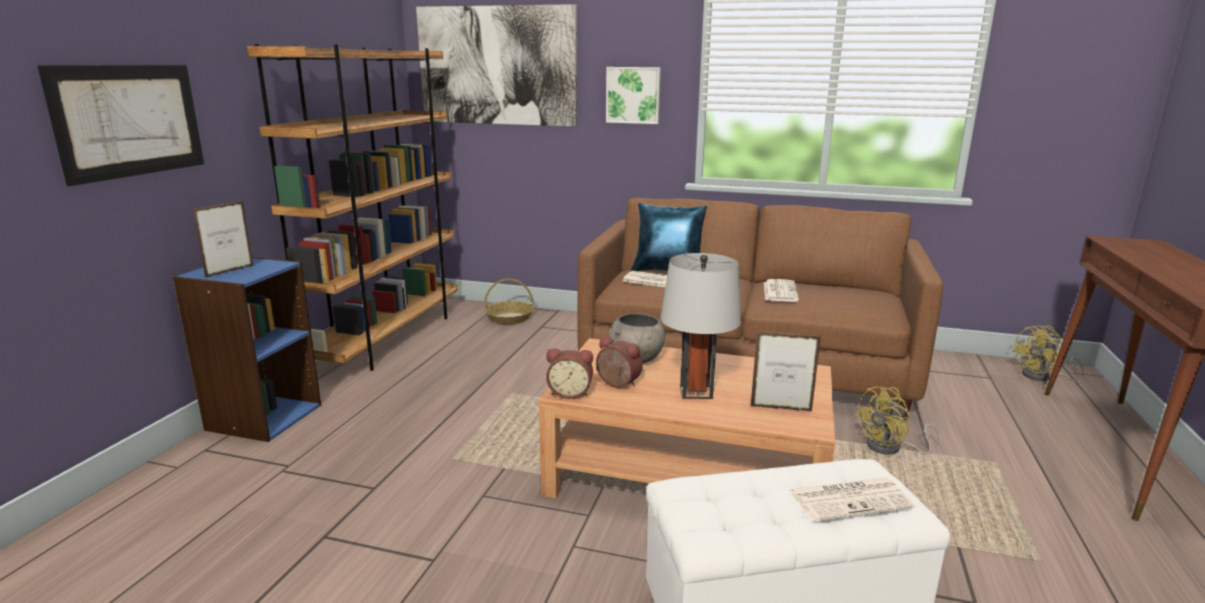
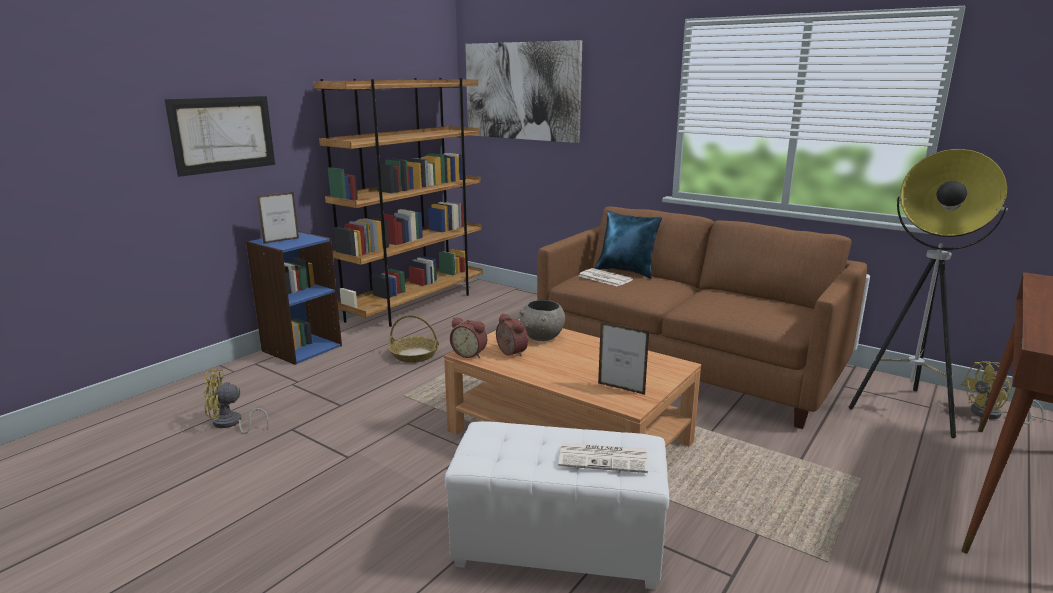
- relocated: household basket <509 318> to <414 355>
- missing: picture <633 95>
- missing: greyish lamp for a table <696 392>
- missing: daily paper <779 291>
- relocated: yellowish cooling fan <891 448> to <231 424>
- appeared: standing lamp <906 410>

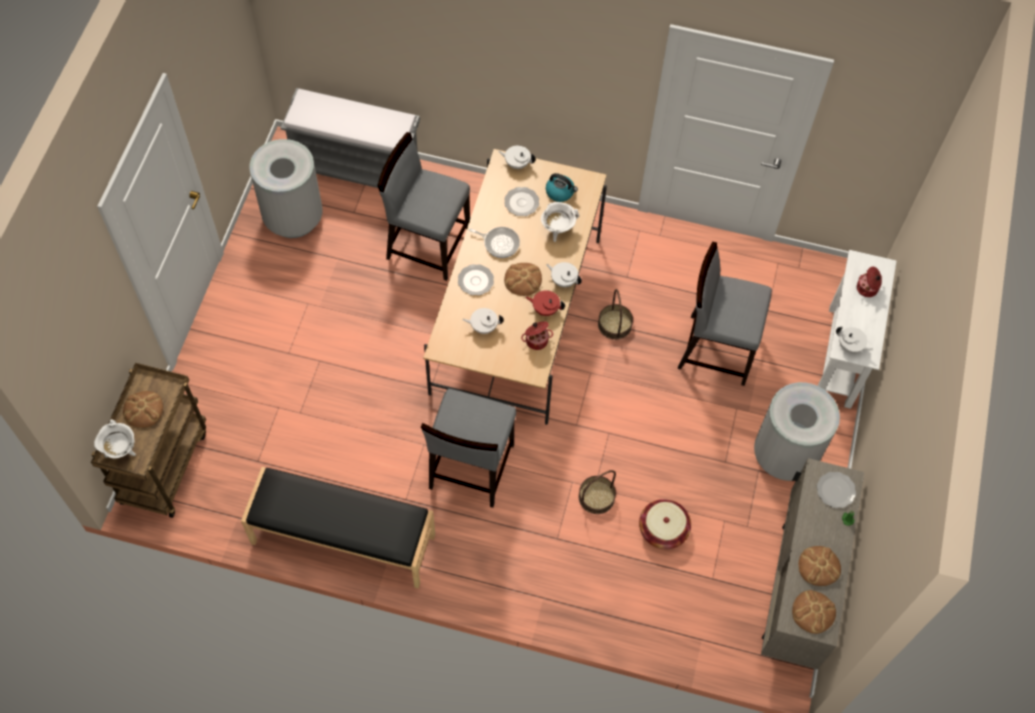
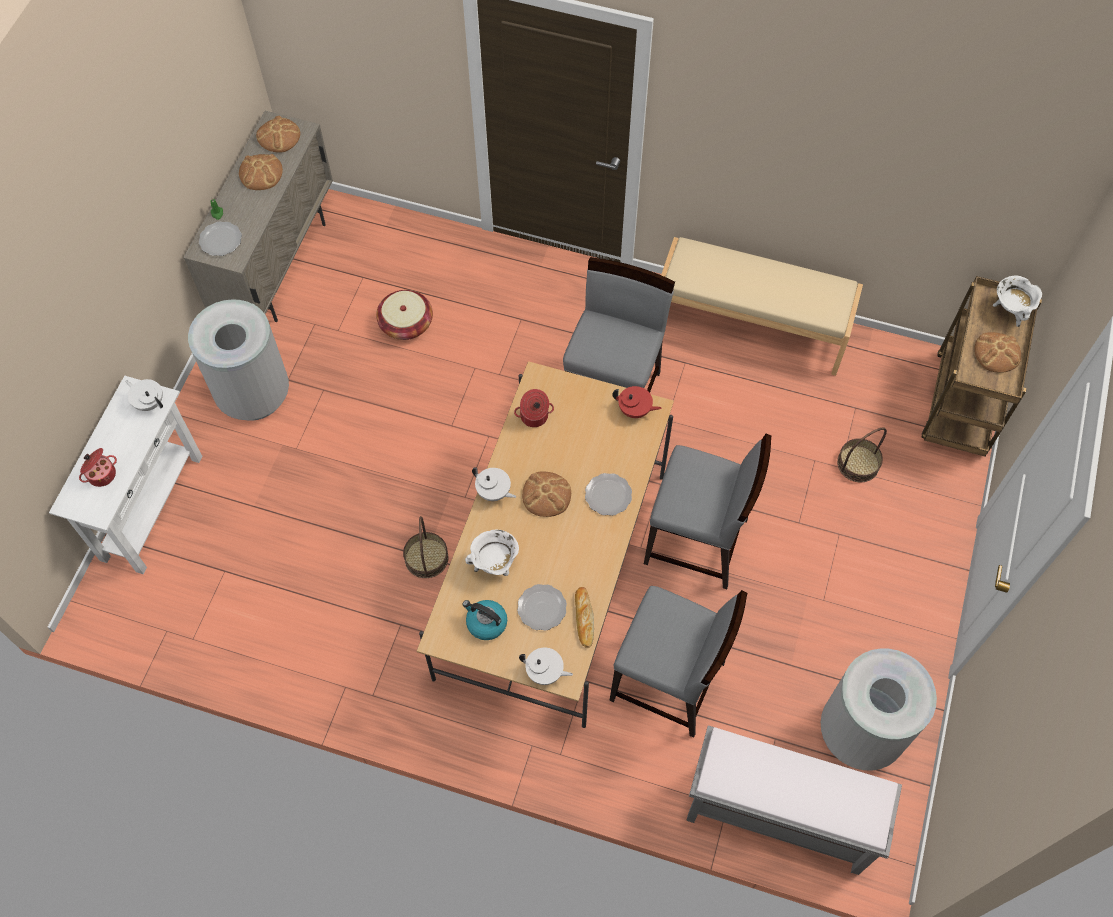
- colour: black-coloured bench <343 540> to beige bench <750 325>
- missing: white-coloured teapot <483 326>
- missing: pan <499 243>
- relocated: reddish teapot <545 309> to <635 410>
- relocated: household basket <596 497> to <858 464>
- relocated: greyish plain chair <716 349> to <697 542>
- appeared: baked bread <583 618>

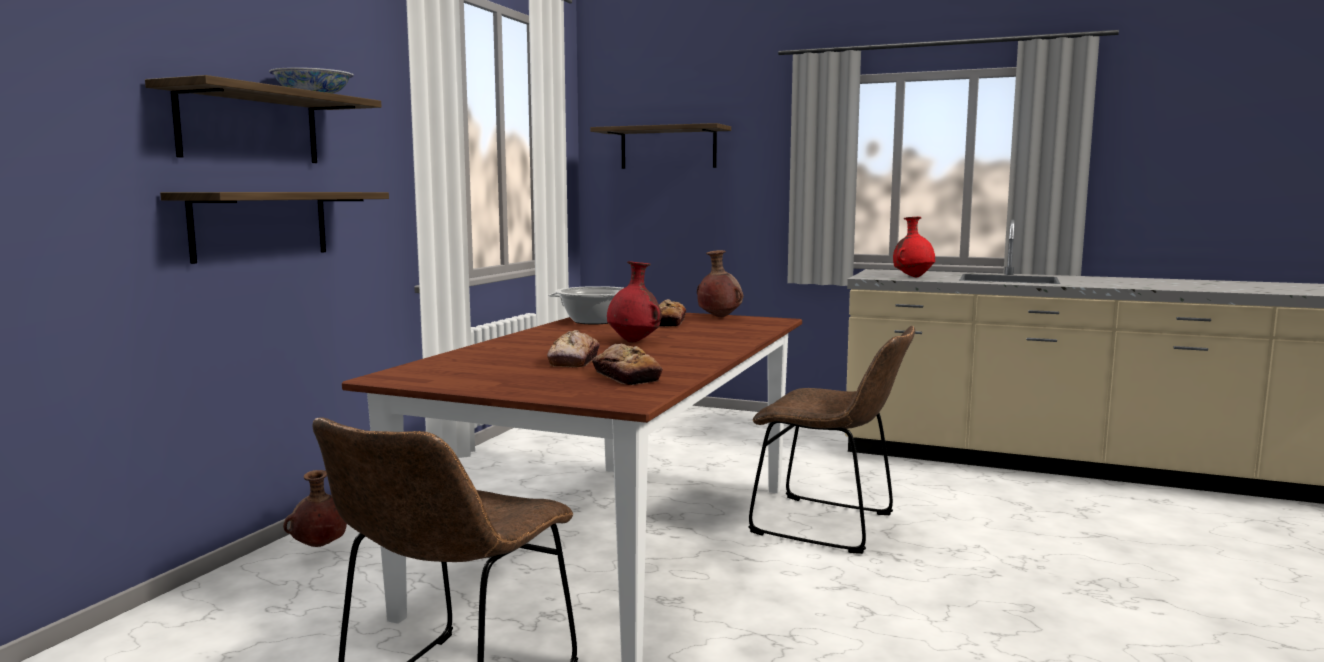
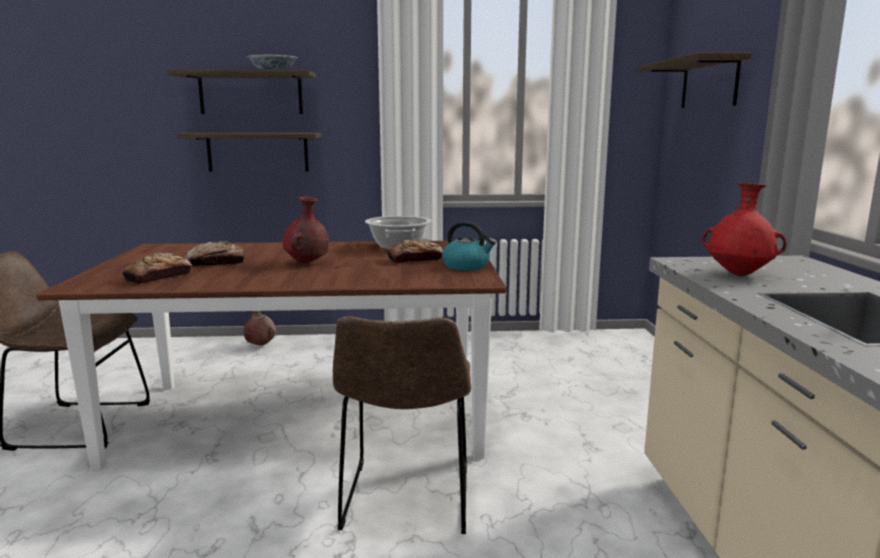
- exchanged: brown-coloured flower vase <718 317> to kettle <466 266>

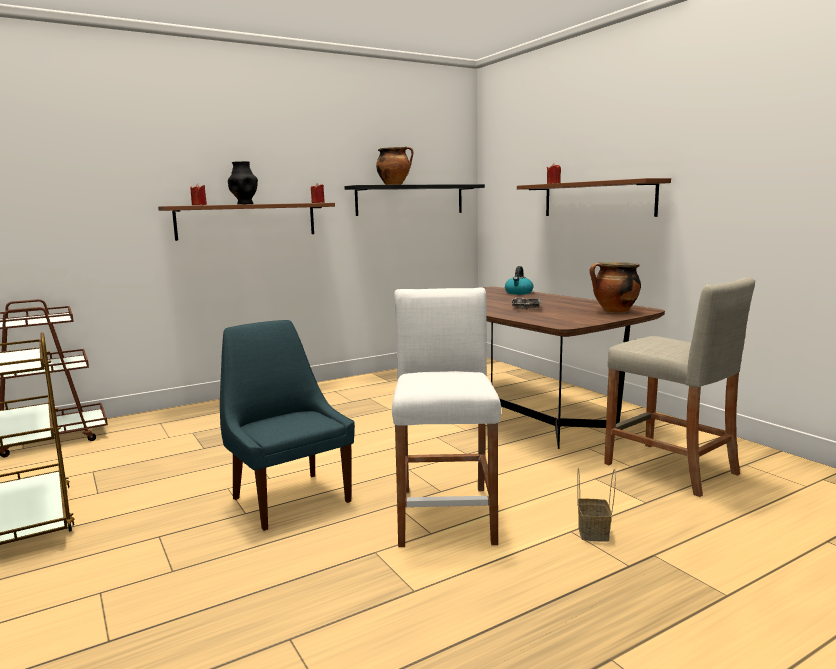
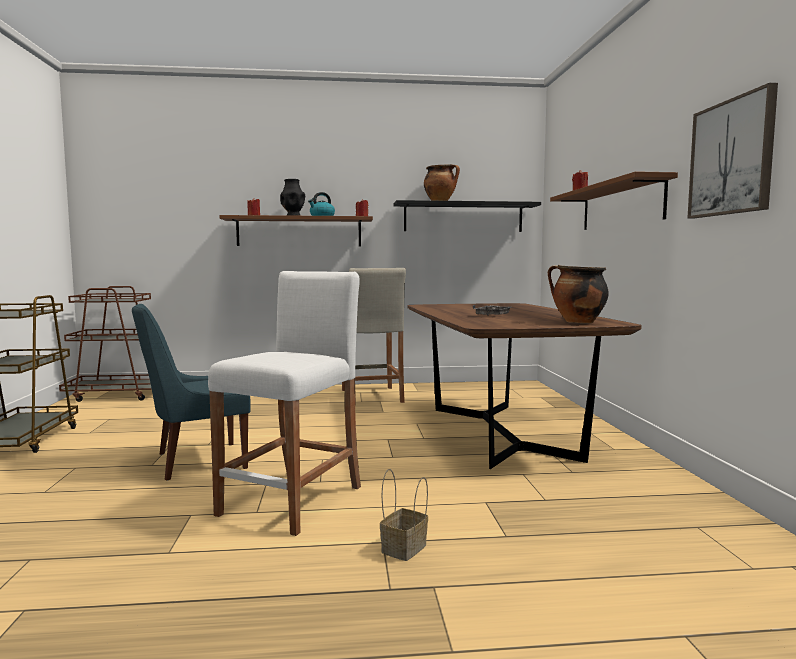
- spun: blue-coloured plain chair <289 498> = <197 461> 105 degrees counterclockwise
- relocated: kettle <519 293> to <322 216>
- relocated: beige stool <670 468> to <372 396>
- appeared: picture <731 157>

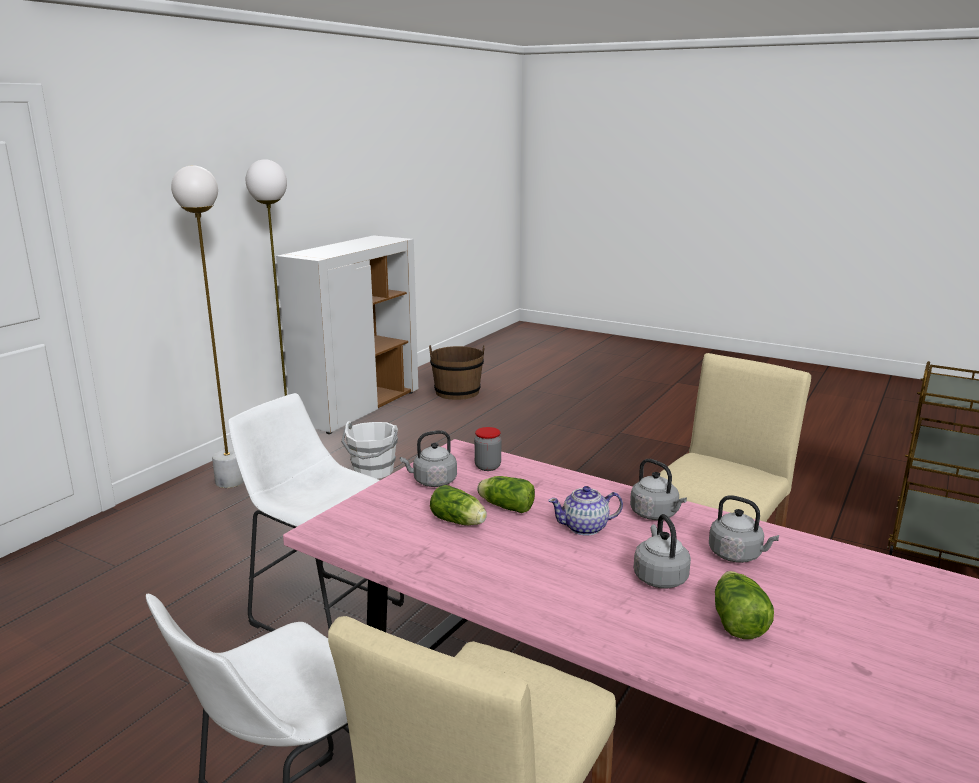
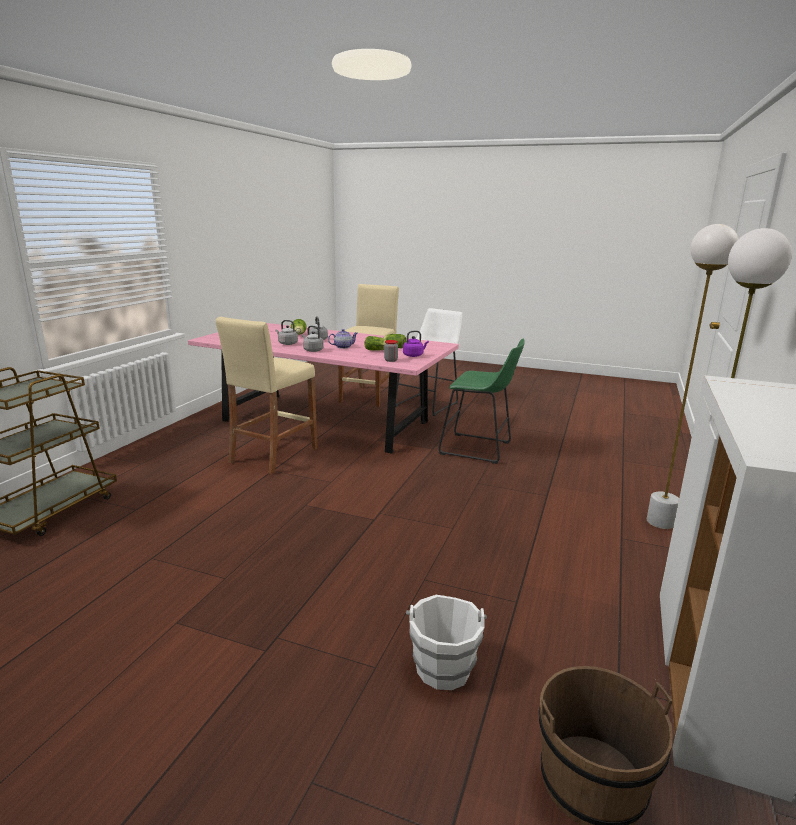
- colour: white-coloured stool <322 611> to green-coloured stool <479 449>
- relocated: white-coloured pail <373 471> to <443 667>
- colour: greyish kettle <432 482> to purplish kettle <414 355>

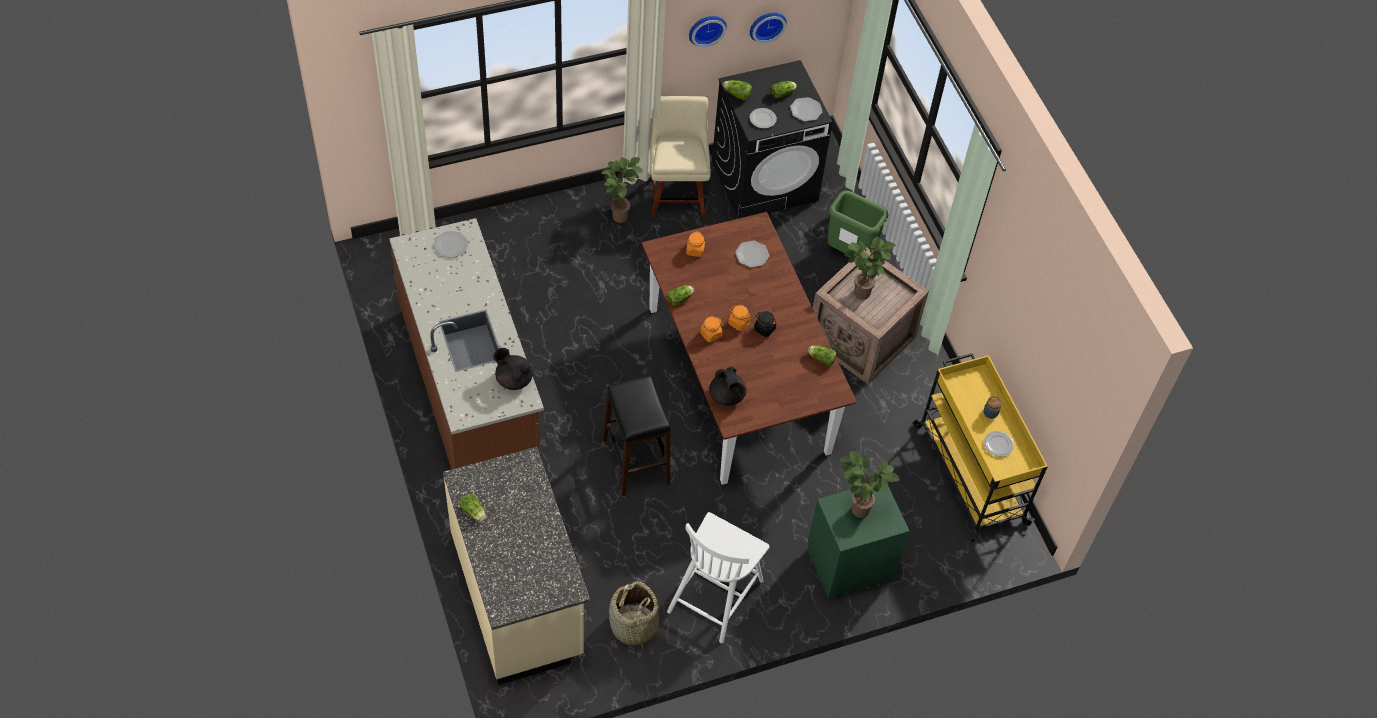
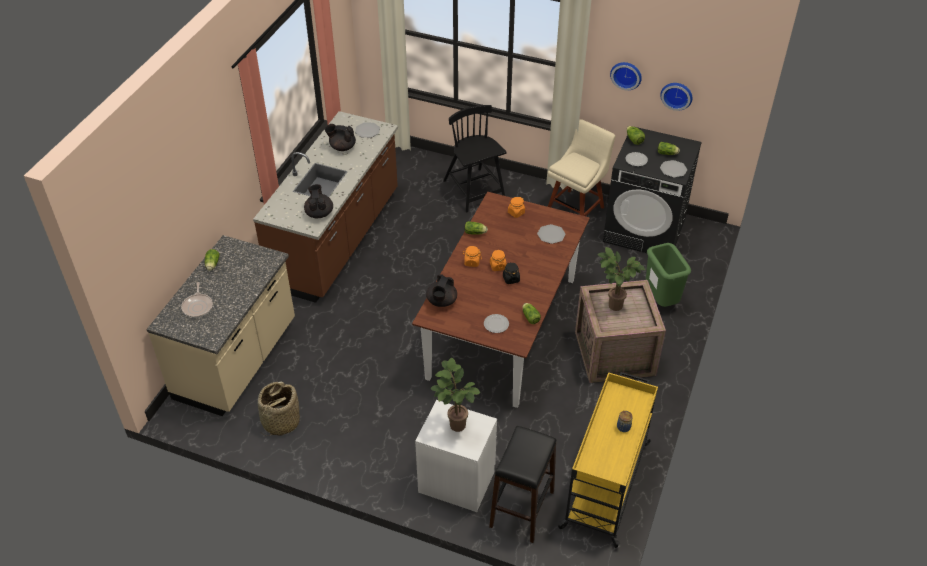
- missing: potted plant <619 214>
- relocated: black-coloured stool <635 461> to <522 508>
- missing: white-coloured plain chair <715 594>
- colour: green-coloured bedside table <849 562> to white-coloured bedside table <457 481>
- relocated: flat dish <998 444> to <496 324>
- appeared: pan <198 306>
- appeared: black-coloured teapot <342 147>
- appeared: black-coloured plain chair <474 191>

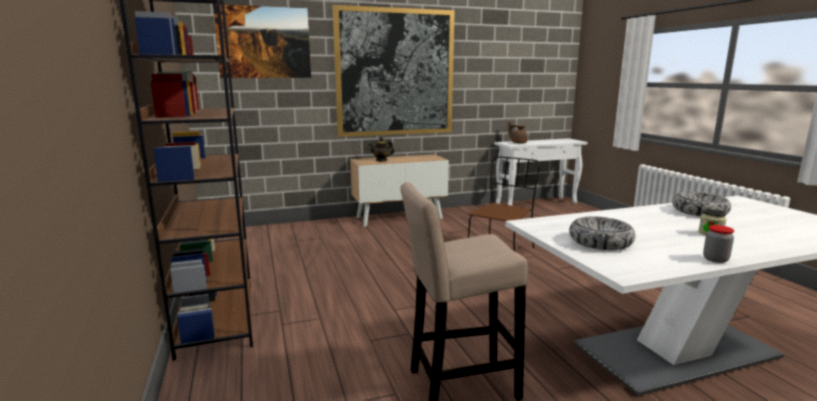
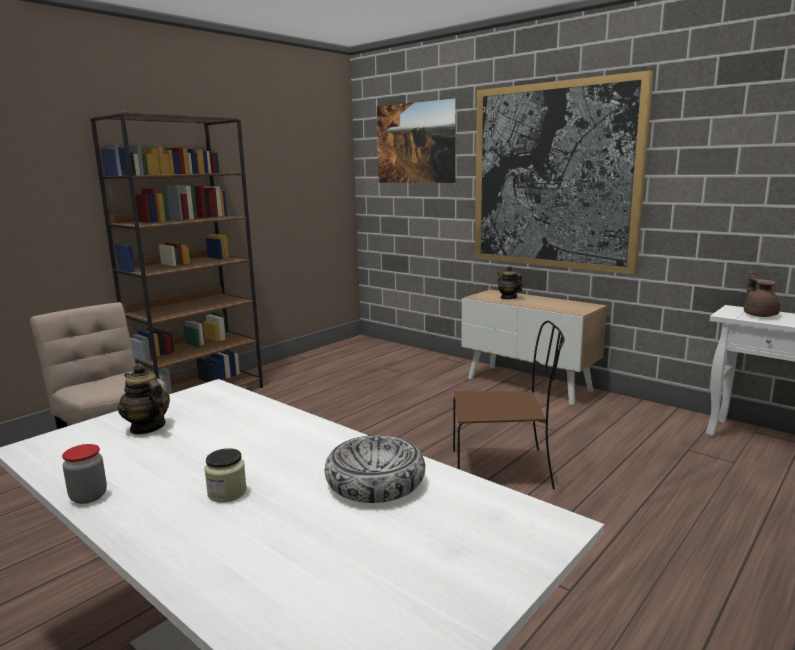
- exchanged: serving bowl <600 242> to teapot <147 427>

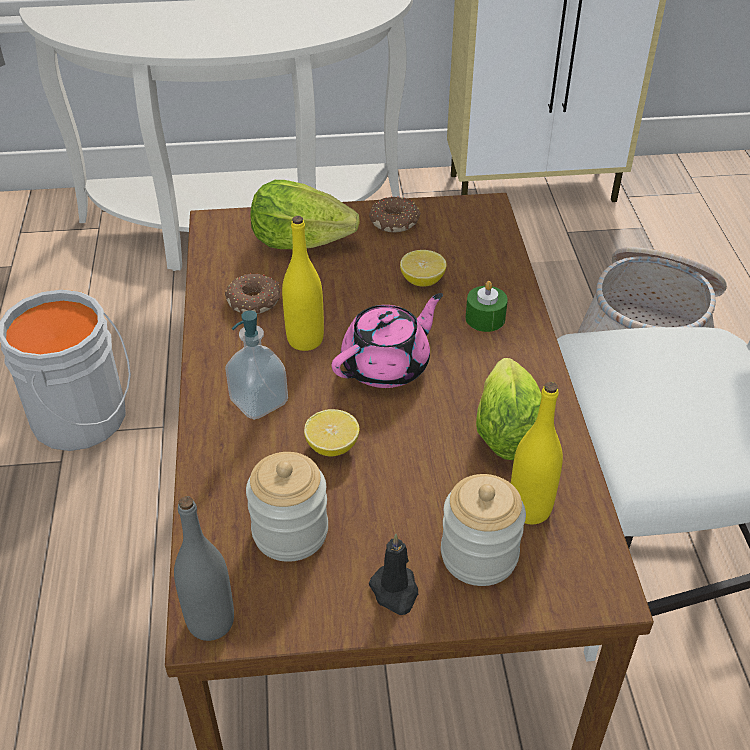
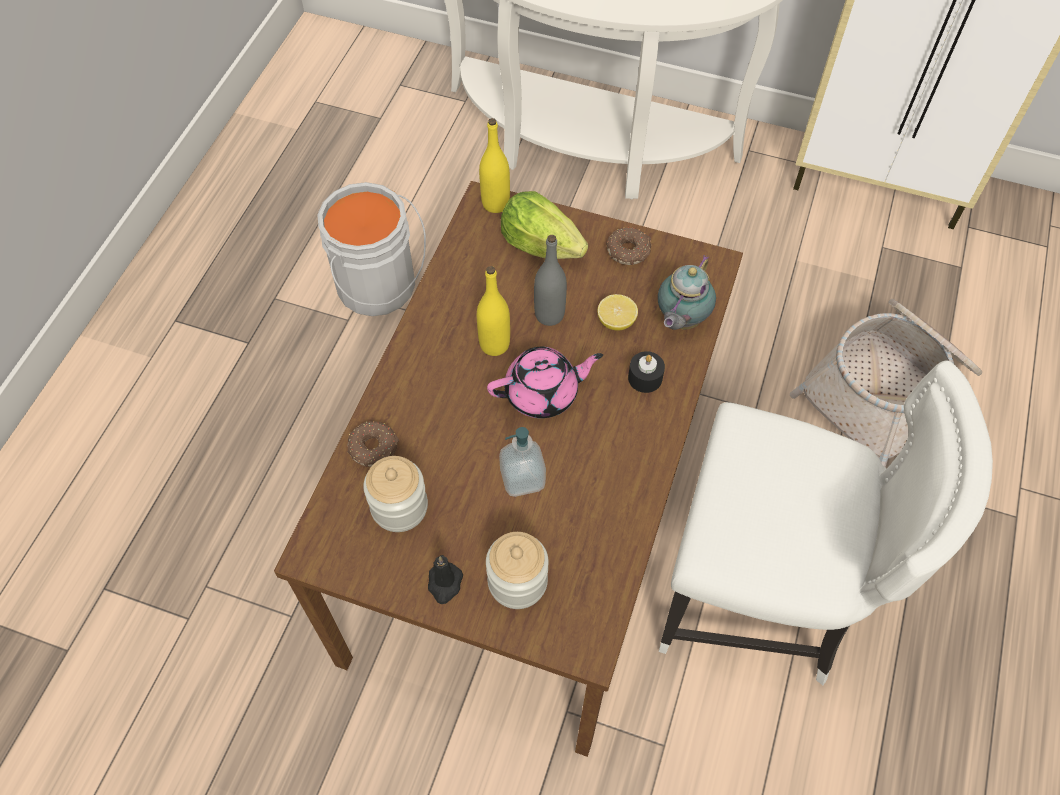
- relocated: greyish bottle <210 622> to <549 315>
- relocated: donut <255 301> to <374 448>
- relocated: soap dispenser <259 401> to <522 478>
- missing: lemon <332 446>
- colour: green-coloured wax light <485 318> to black-coloured wax light <645 378>
- missing: lettuce head <507 428>
- relocated: yellowish bottle <529 509> to <495 203>
- appeared: teapot <680 320>

